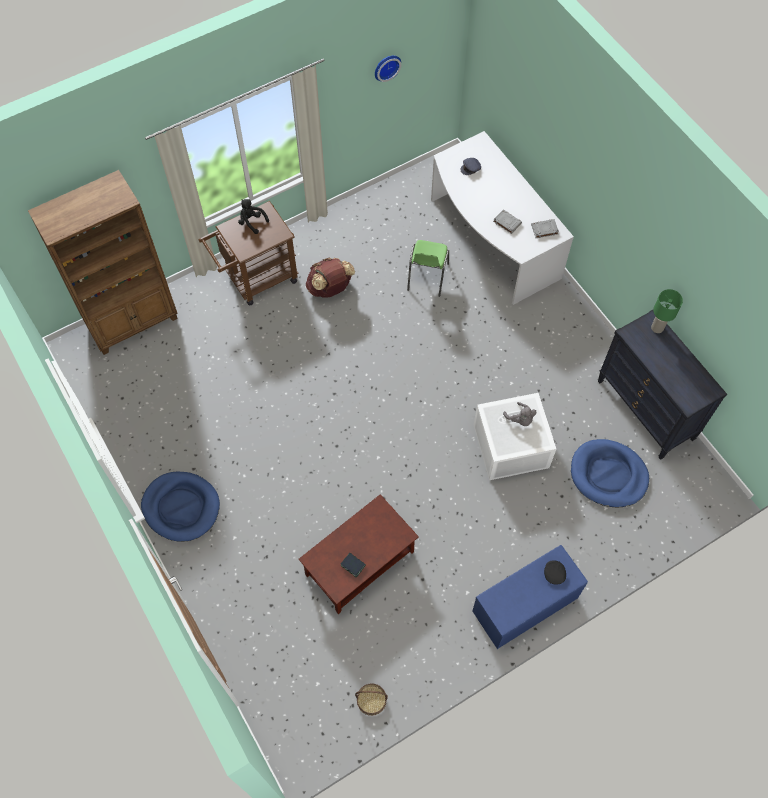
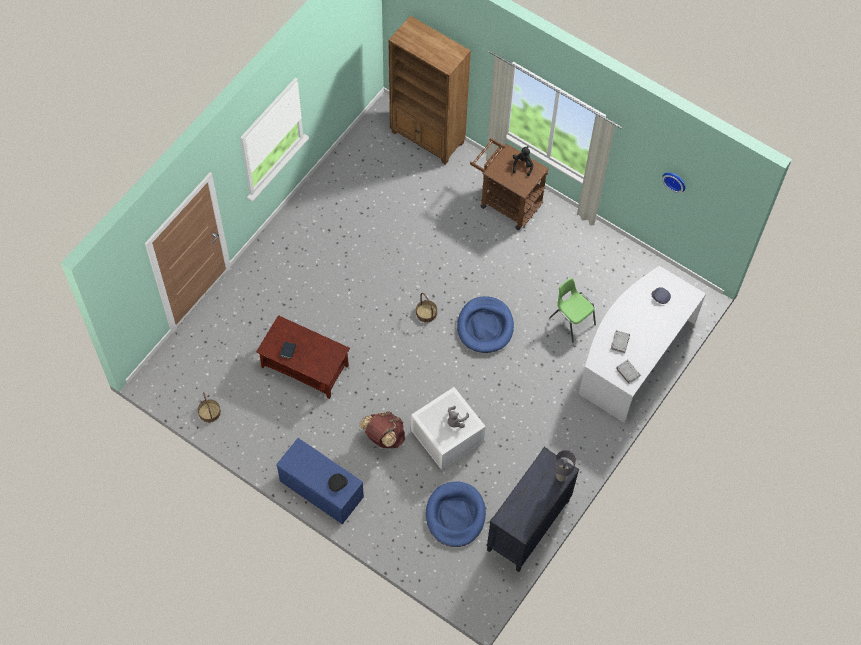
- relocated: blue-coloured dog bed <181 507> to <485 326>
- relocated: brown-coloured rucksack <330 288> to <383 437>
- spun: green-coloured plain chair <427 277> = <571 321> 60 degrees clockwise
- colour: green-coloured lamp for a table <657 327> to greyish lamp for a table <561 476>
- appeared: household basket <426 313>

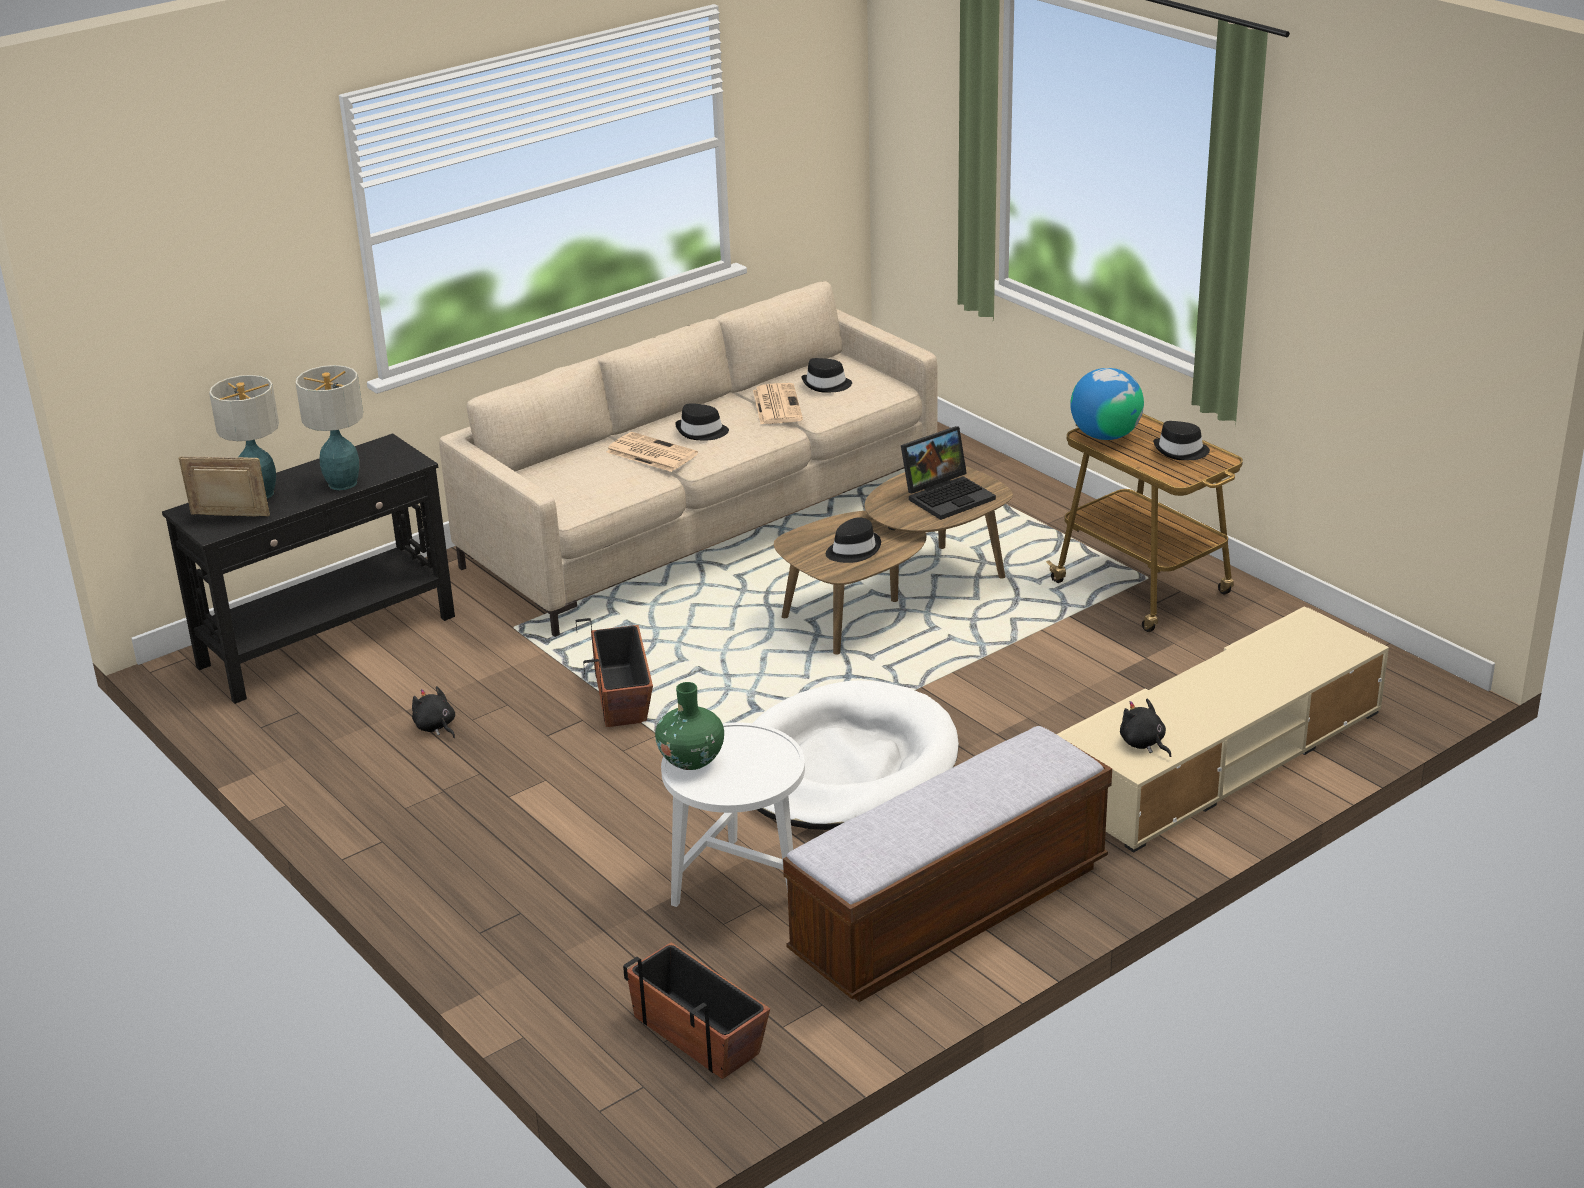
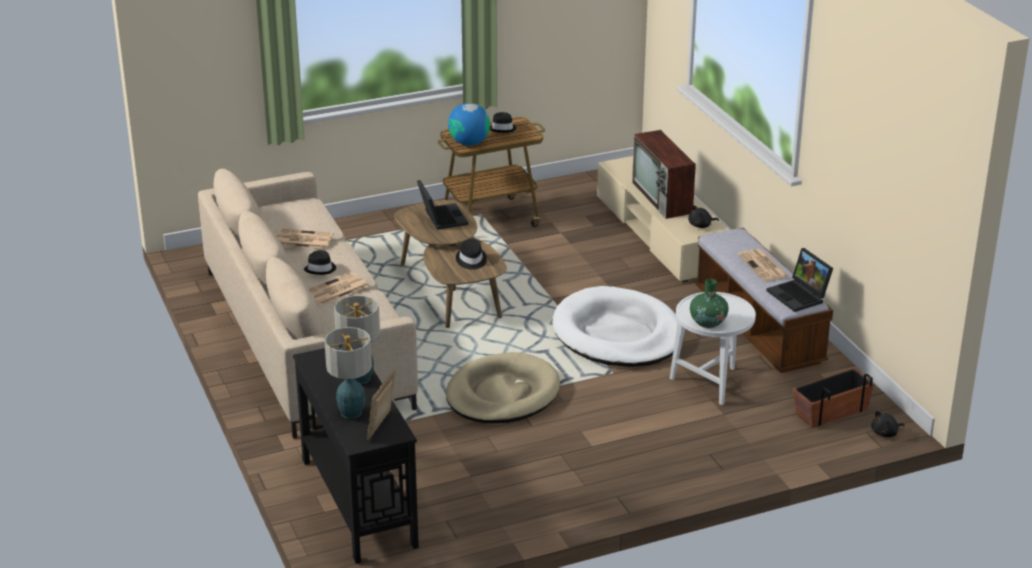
- relocated: black-coloured cuddly toy <436 727> to <885 433>
- exchanged: flower pot <622 696> to beige dog bed <502 394>
- missing: black-coloured clothing hat <826 385>
- appeared: television <663 198>
- appeared: daily paper <764 266>
- appeared: portable computer <800 296>

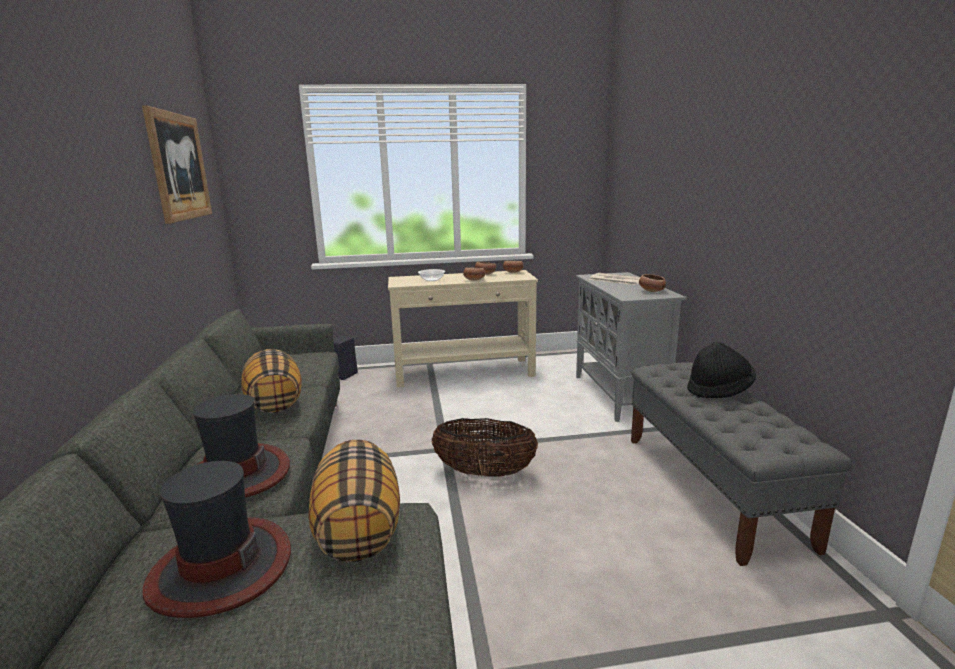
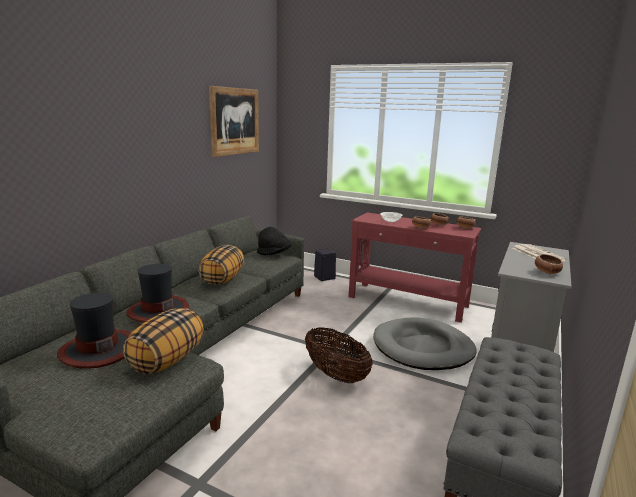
- colour: beige hall table <465 373> to reddish hall table <408 302>
- relocated: black-coloured clothing hat <719 390> to <274 254>
- appeared: greyish dog bed <423 348>

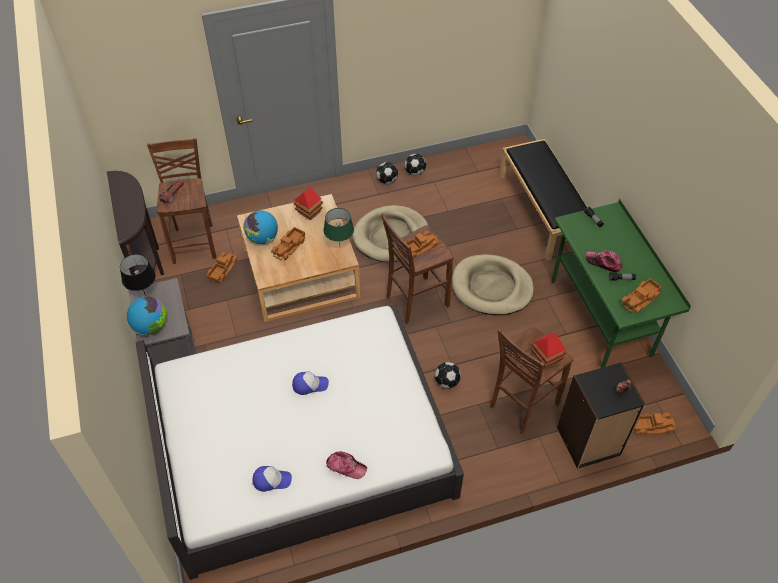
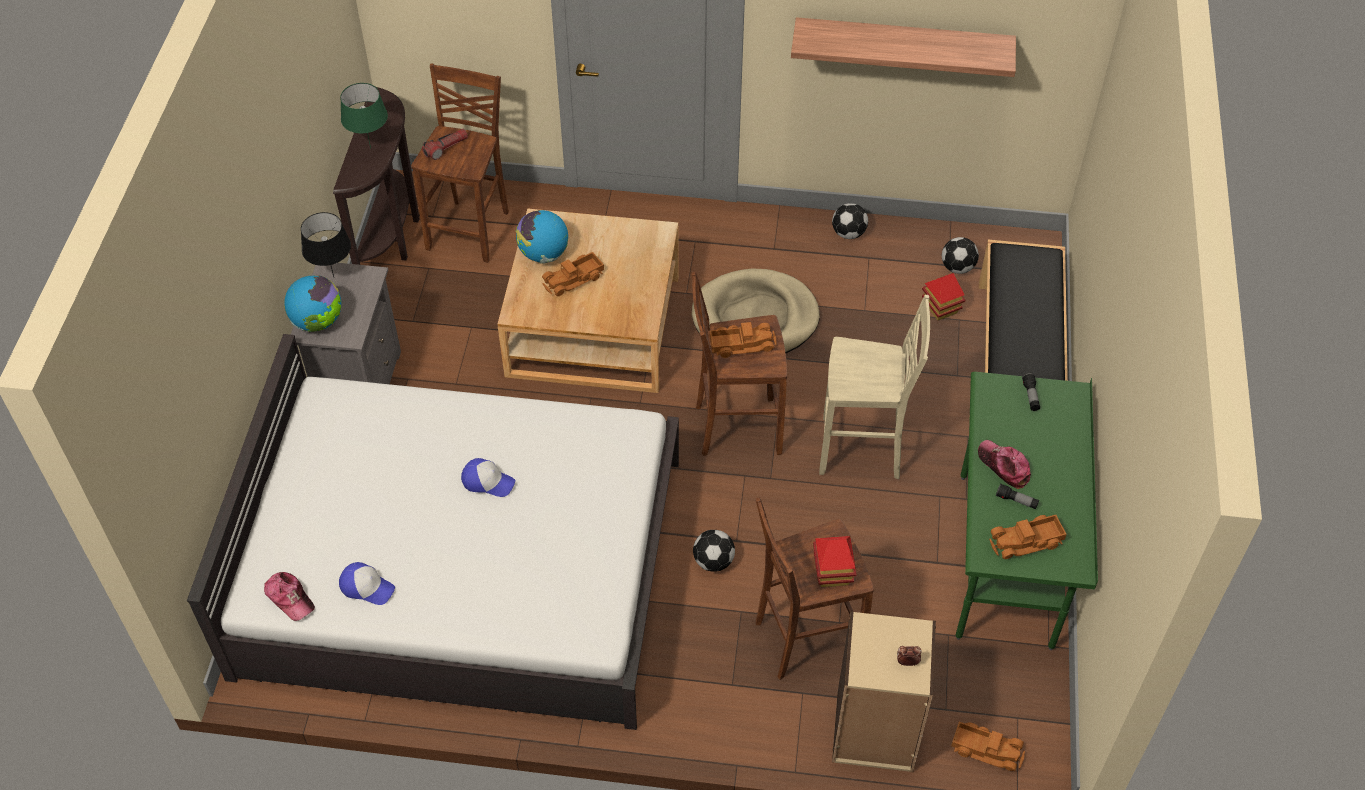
- missing: toy lorry <222 269>
- relocated: toy house <309 212> to <940 308>
- relocated: green-coloured lamp for a table <339 248> to <370 148>
- relocated: cap <346 466> to <289 598>
- relocated: football <387 180> to <957 267>
- exchanged: beige dog bed <491 287> to beige stool <863 450>
- colour: black-coloured shelving unit <589 441> to beige shelving unit <874 732>
- appeared: wall shelf <903 43>

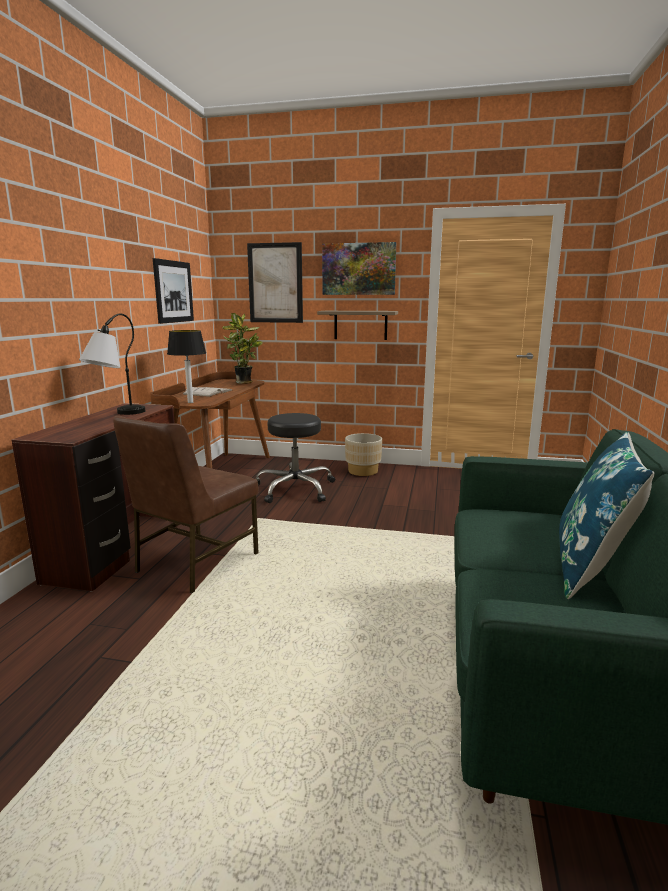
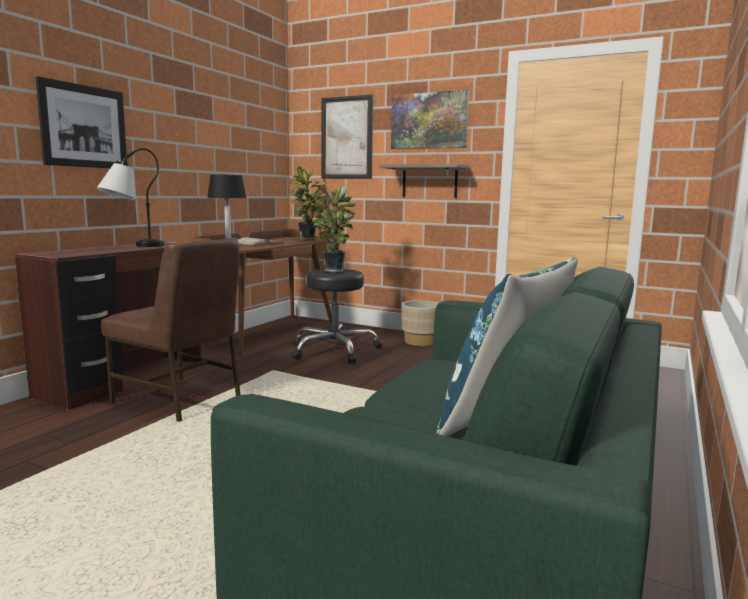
- spun: brown-coloured plain chair <195 563> = <179 399> 105 degrees counterclockwise
- relocated: picture <173 291> to <84 126>
- appeared: potted plant <333 271>

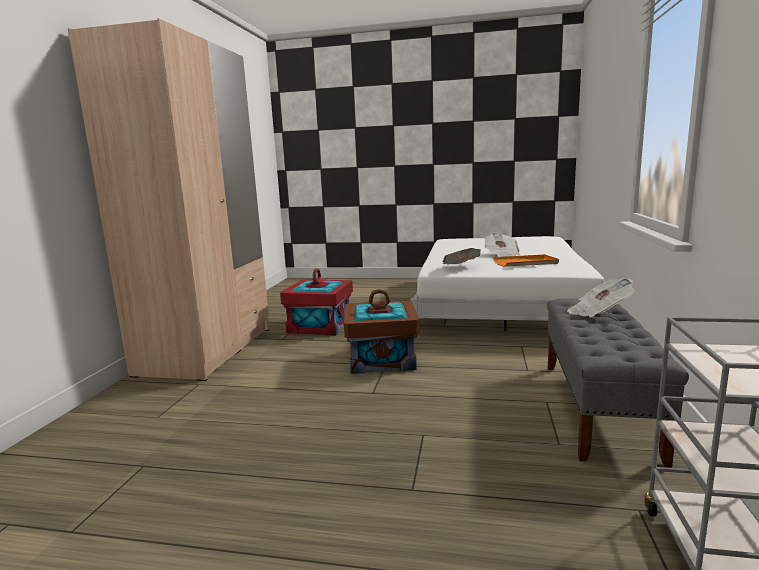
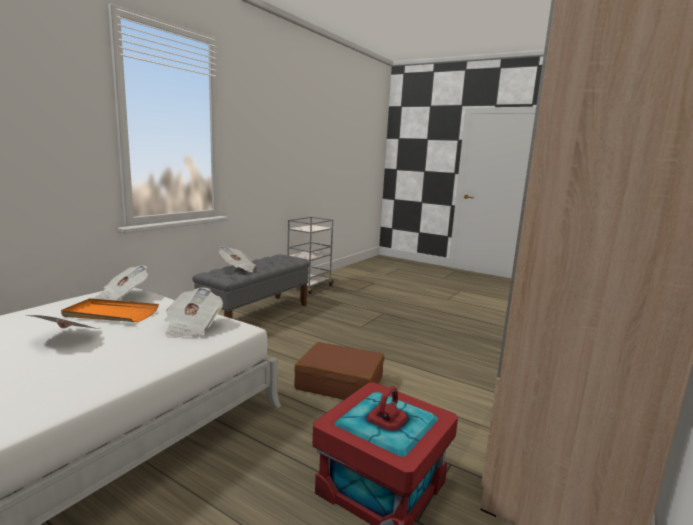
- exchanged: brown-coloured storage bin <381 359> to brown-coloured piece of luggage <340 383>
- appeared: daily paper <122 297>

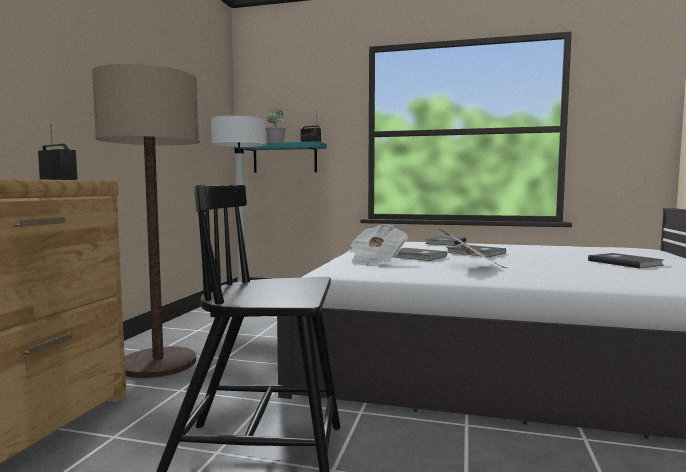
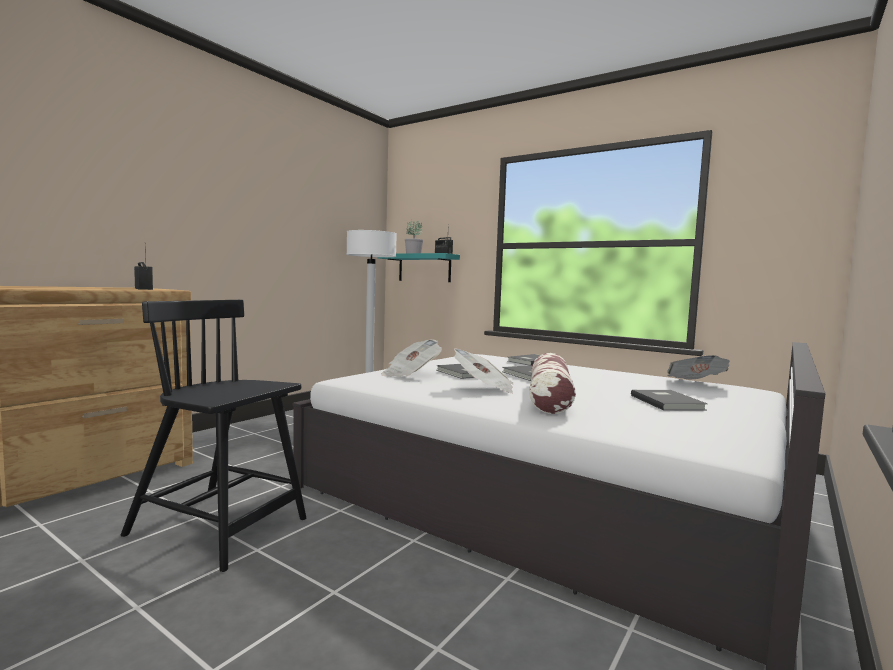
- missing: standing lamp <158 363>
- appeared: pillow <549 398>
- appeared: daily paper <695 384>

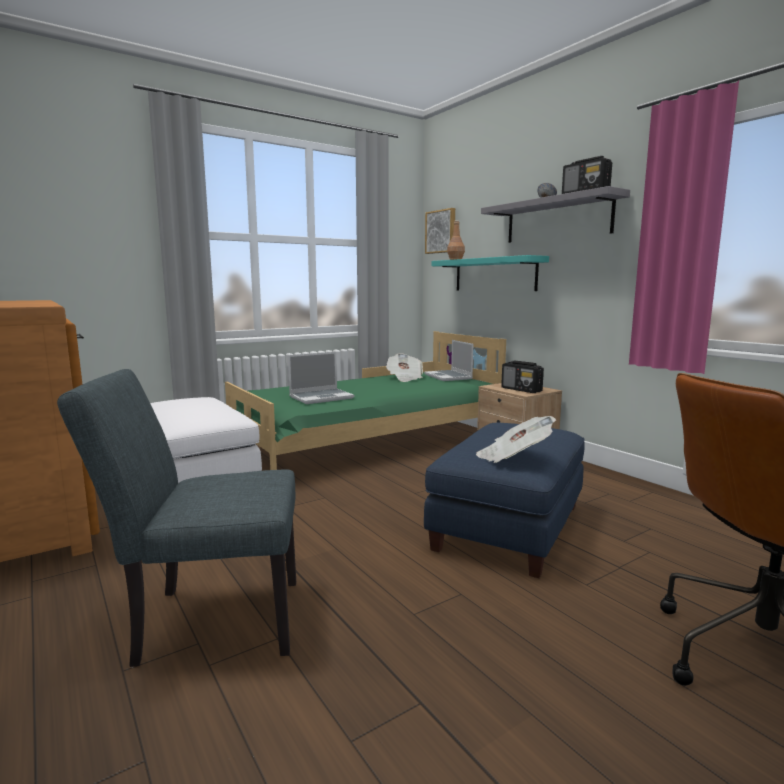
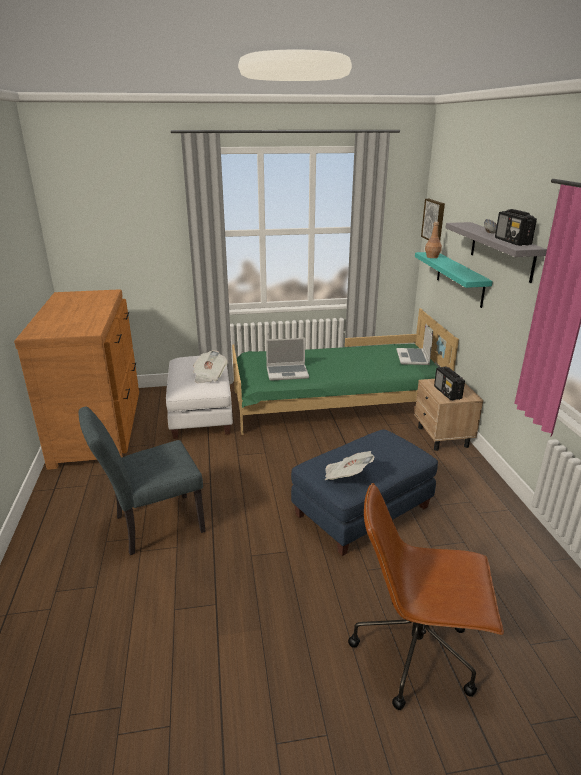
- spun: greyish plain chair <207 621> = <152 526> 45 degrees counterclockwise
- relocated: daily paper <404 378> to <209 376>

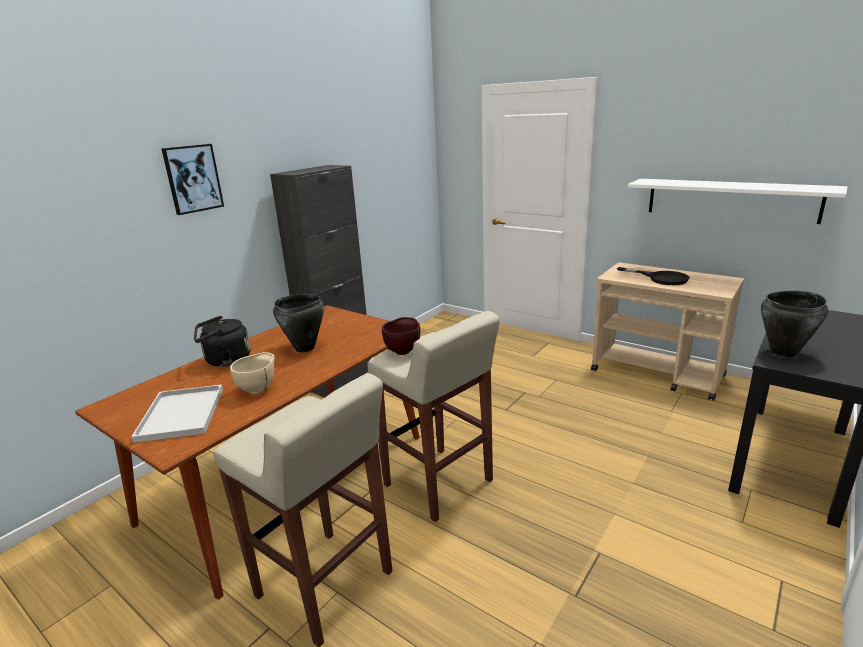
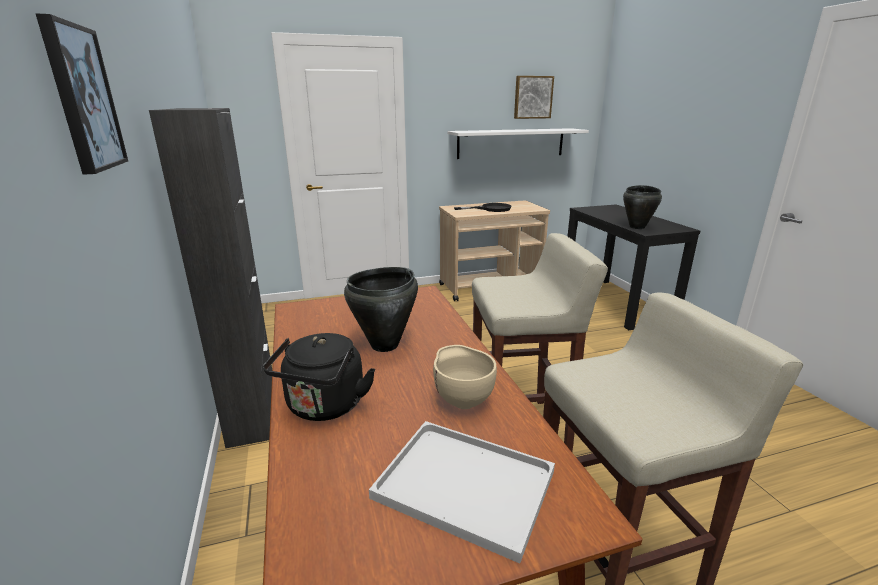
- missing: brown-coloured serving bowl <403 351>
- appeared: picture <532 97>

